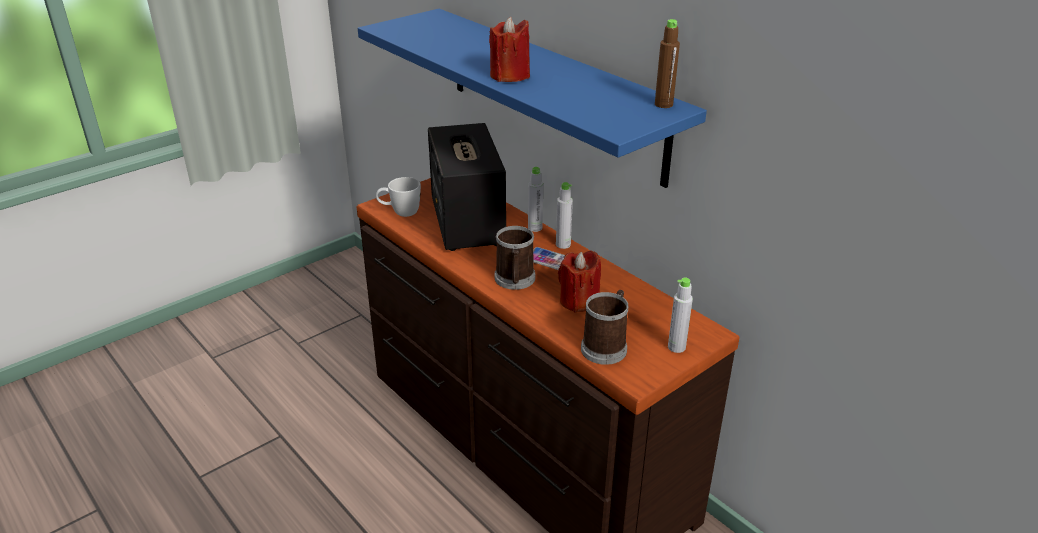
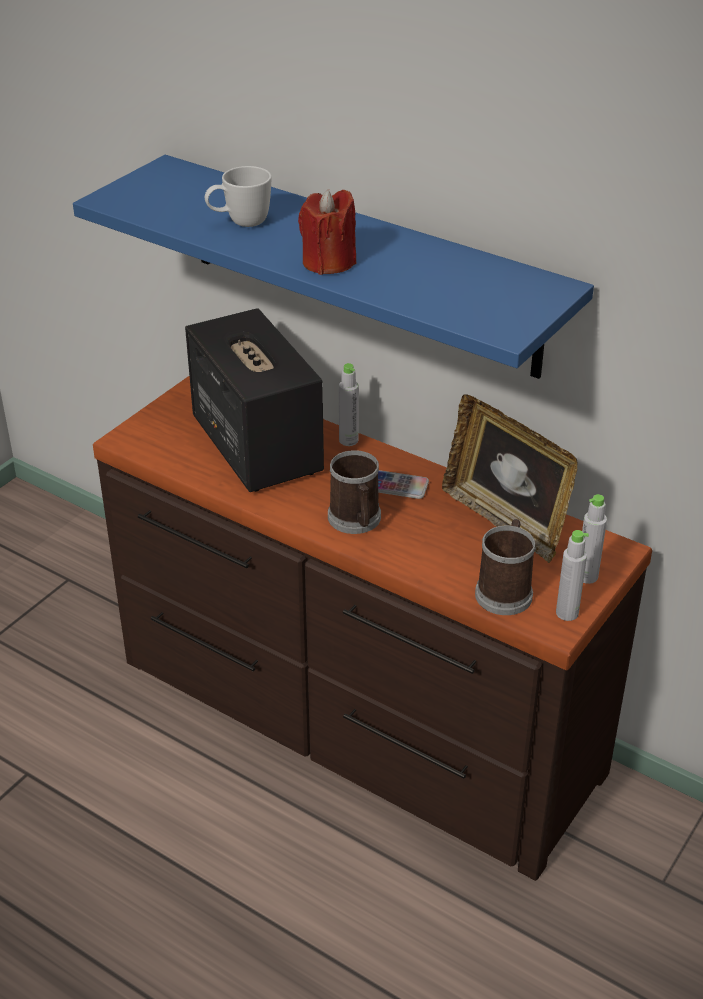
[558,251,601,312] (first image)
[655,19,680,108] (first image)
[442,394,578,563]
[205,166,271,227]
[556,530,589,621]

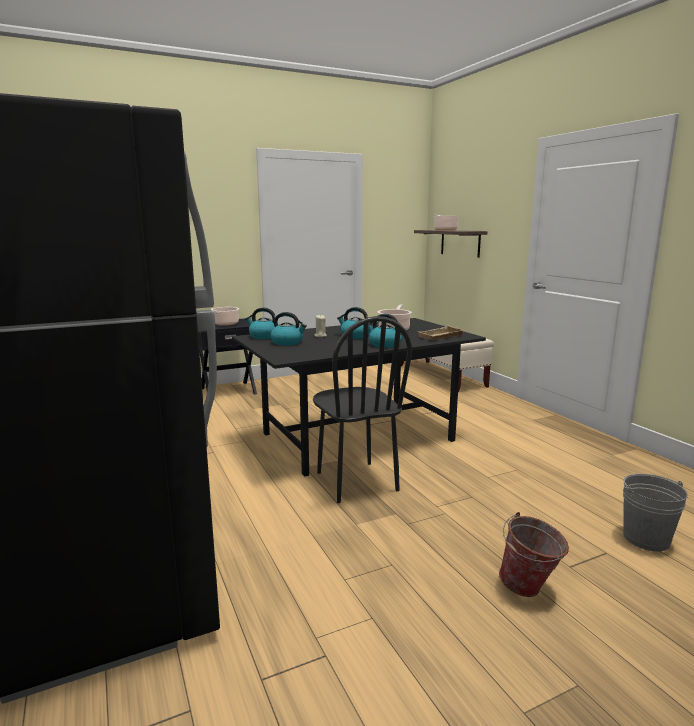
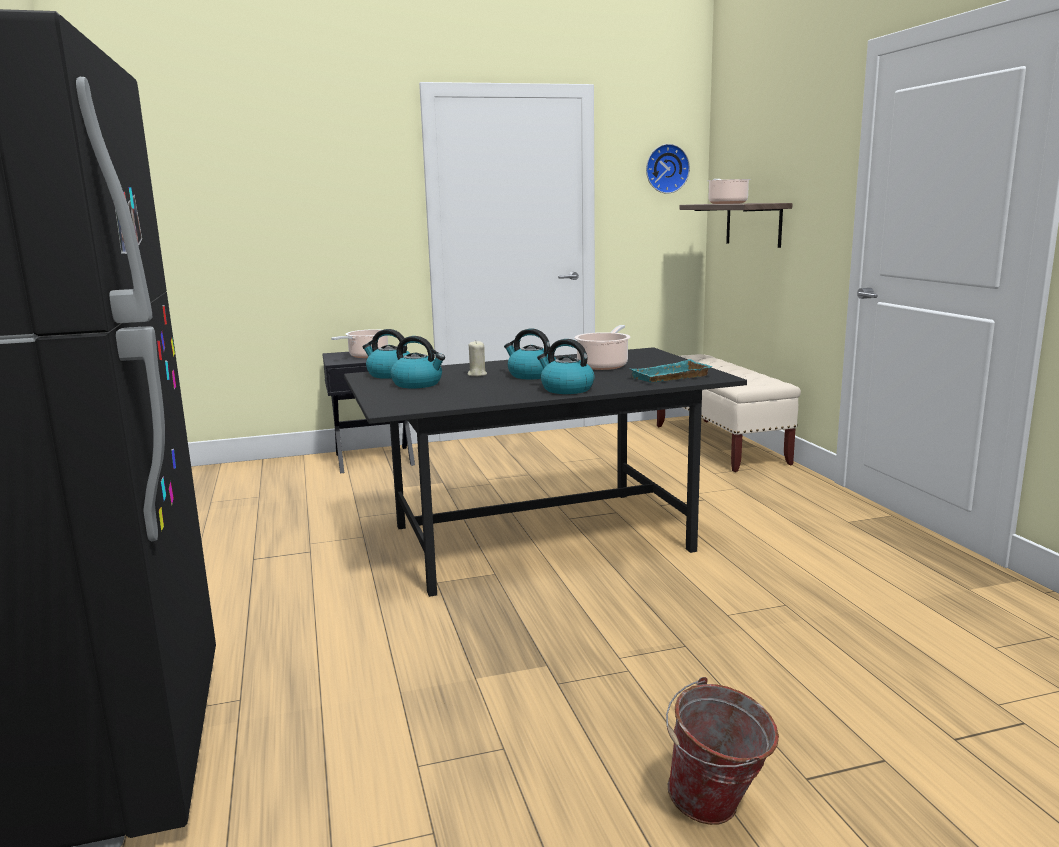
[313,316,412,503] (first image)
[623,474,688,551] (first image)
[646,144,690,194]
[631,359,713,383]

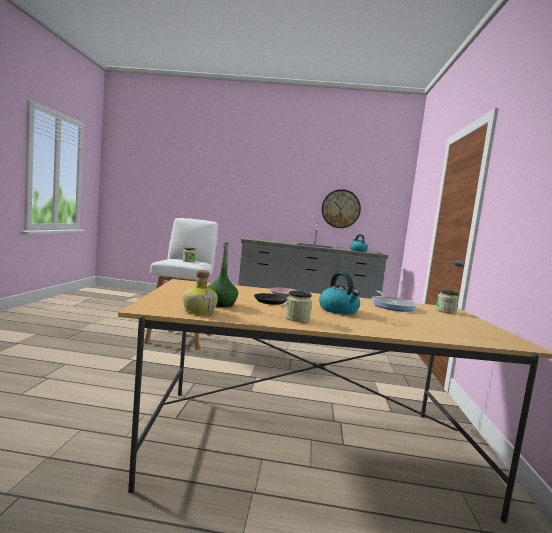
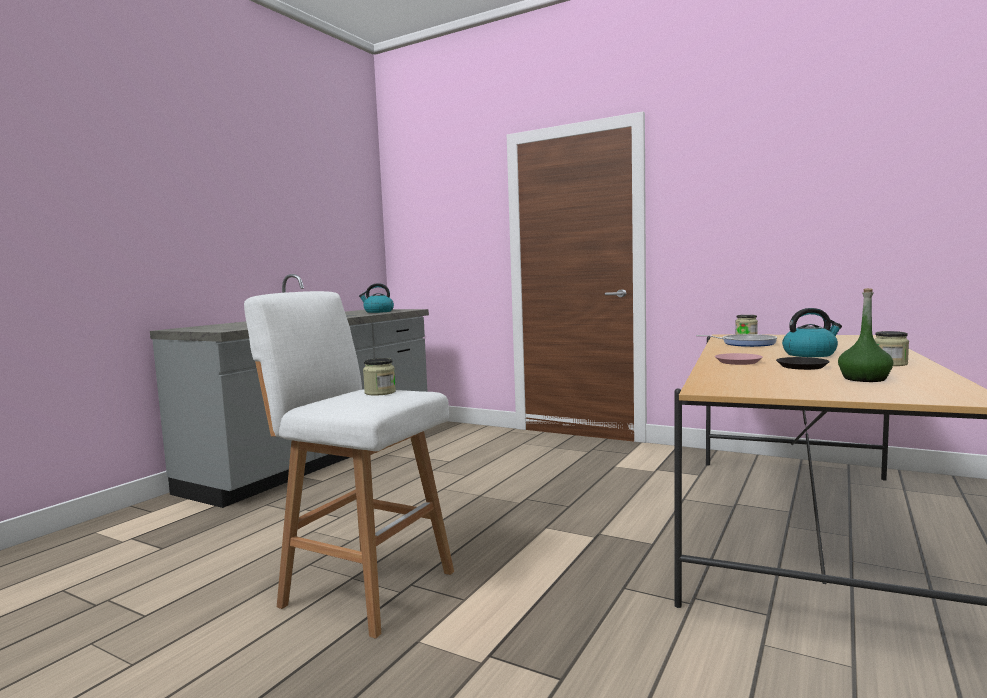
[183,270,218,315] (first image)
[322,189,361,228] (first image)

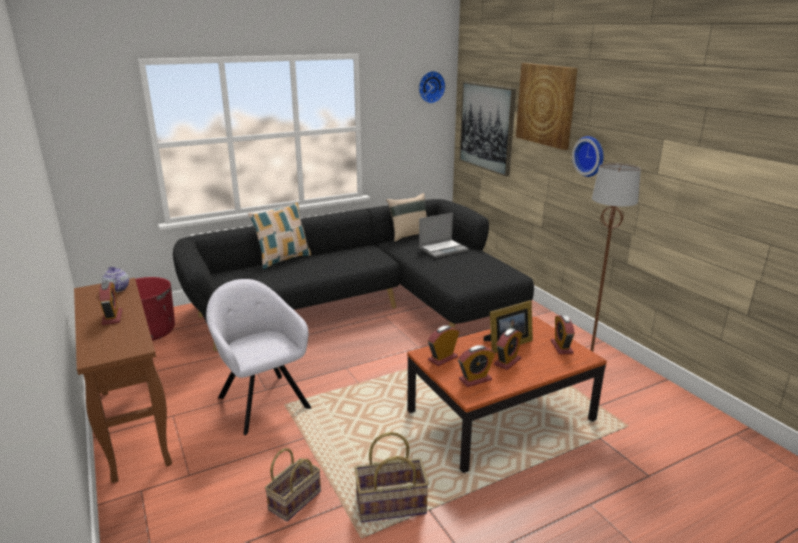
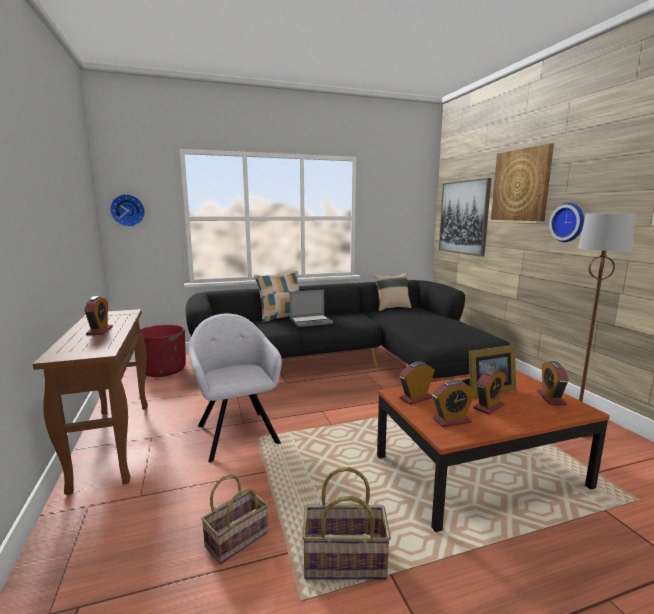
[102,267,129,292] (first image)
[110,194,145,227]
[290,290,333,327]

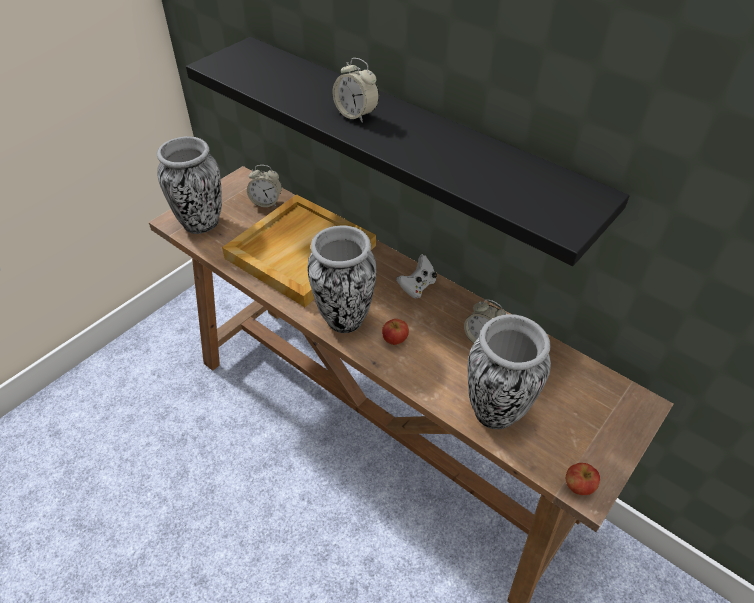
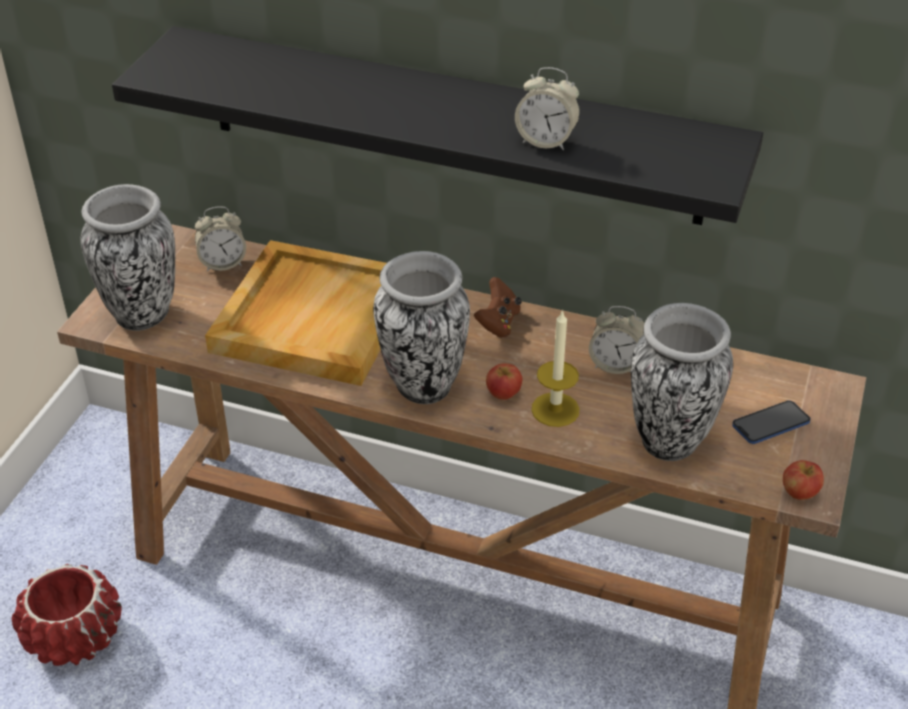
[12,564,122,666]
[531,309,580,427]
[732,401,811,444]
[515,67,580,151]
[474,277,522,338]

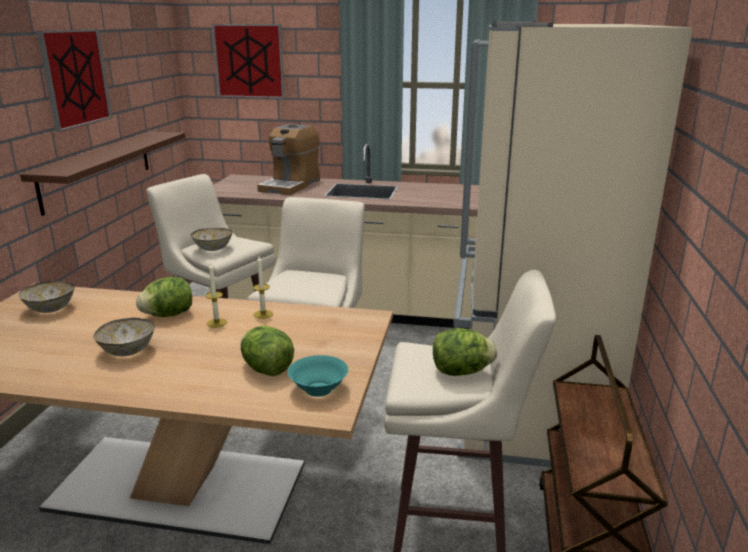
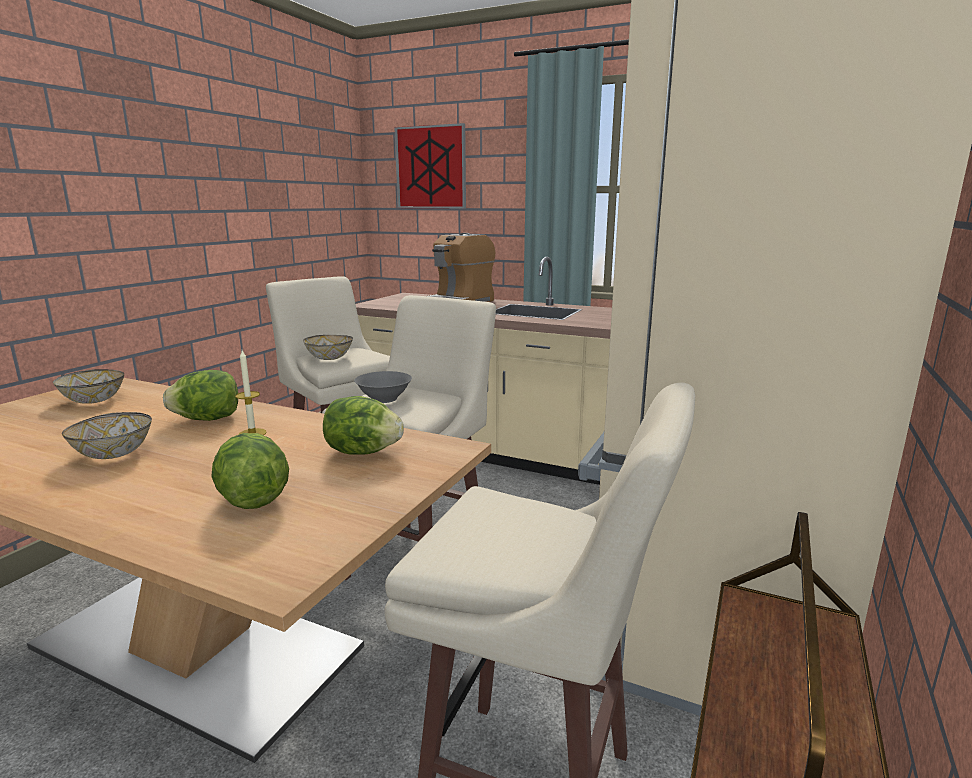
[20,131,185,216] (first image)
[37,29,112,132] (first image)
[253,256,273,319] (first image)
[288,355,348,397] (first image)
[354,371,412,403]
[323,396,404,455]

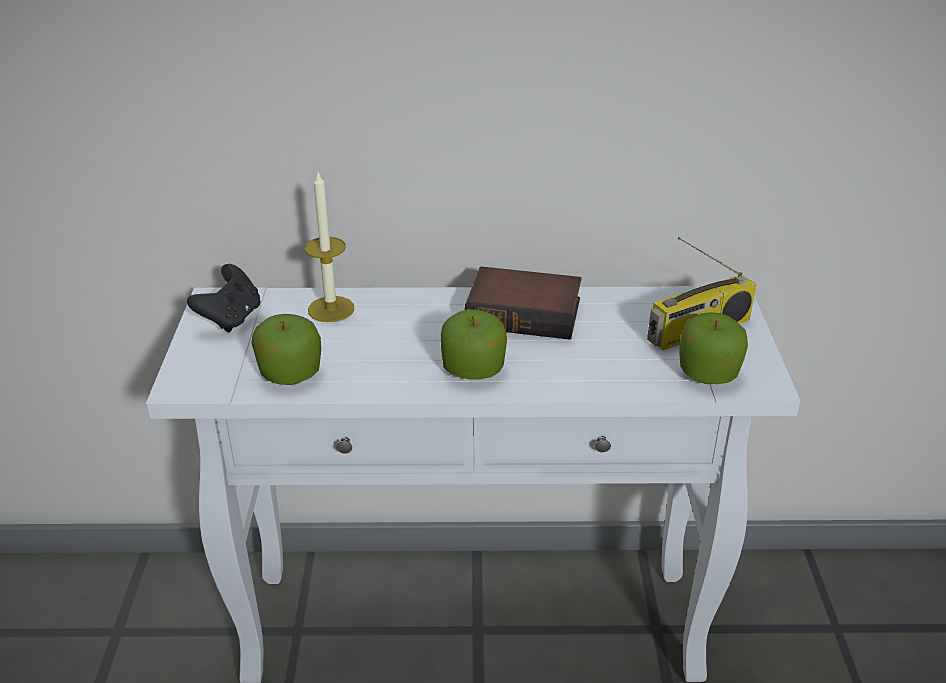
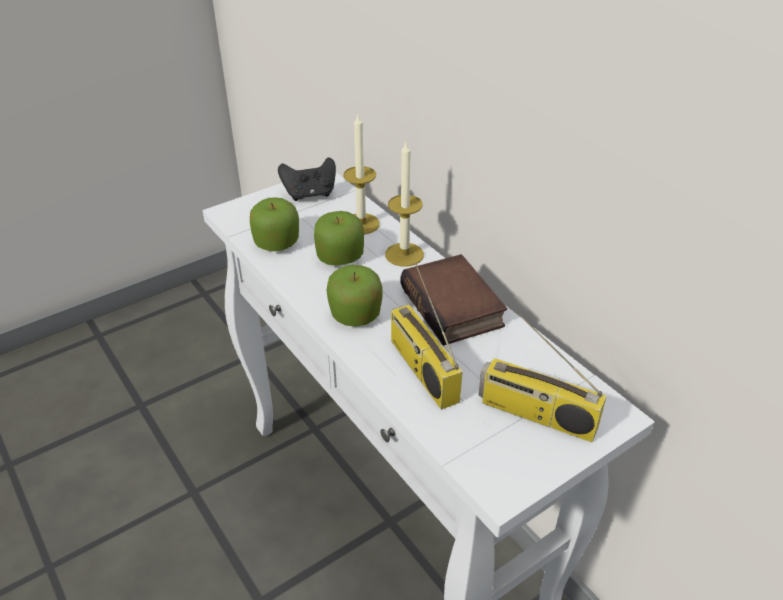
[385,142,424,267]
[391,263,463,410]
[314,211,364,266]

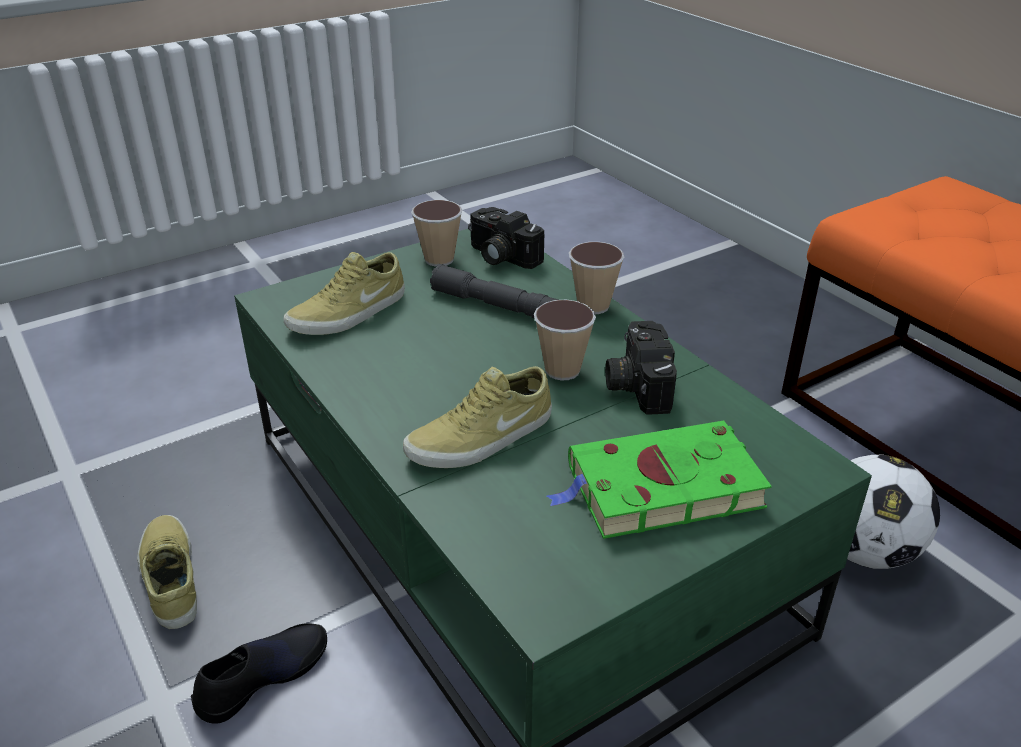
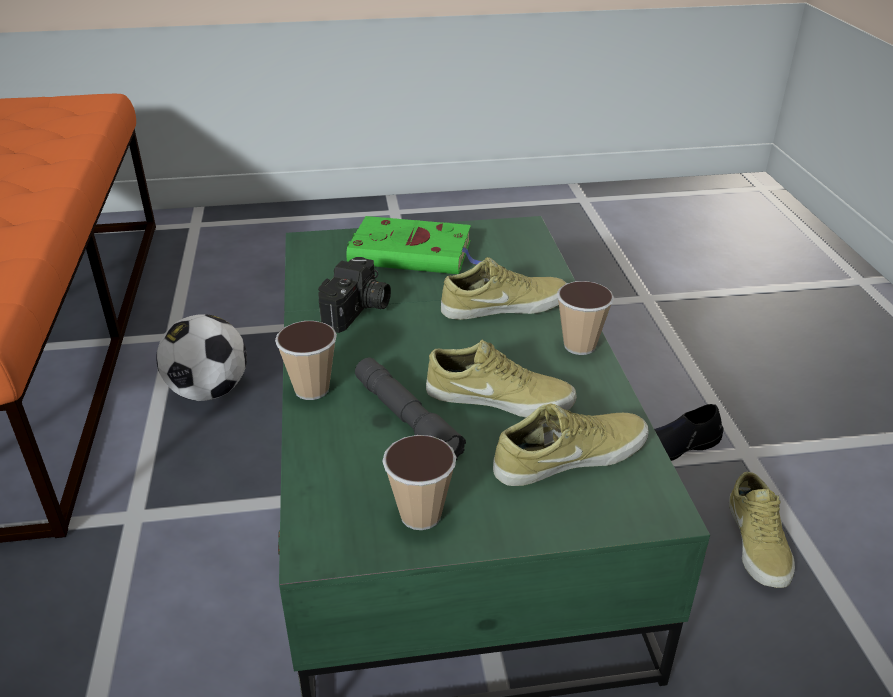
[468,207,545,269] (first image)
[426,339,577,417]
[557,281,614,355]

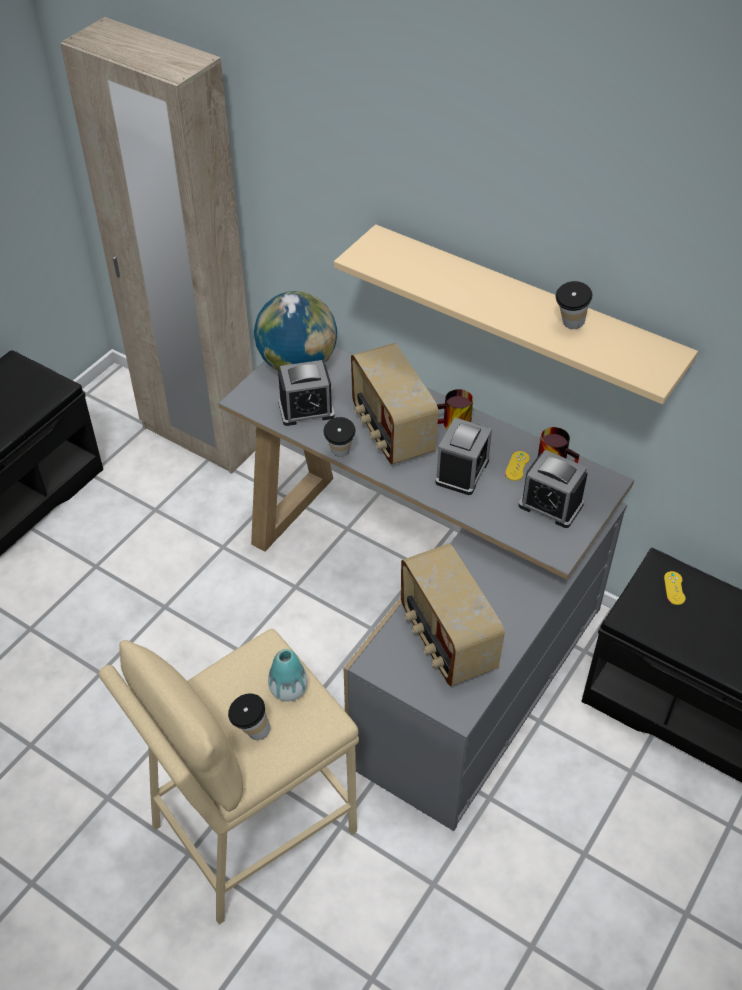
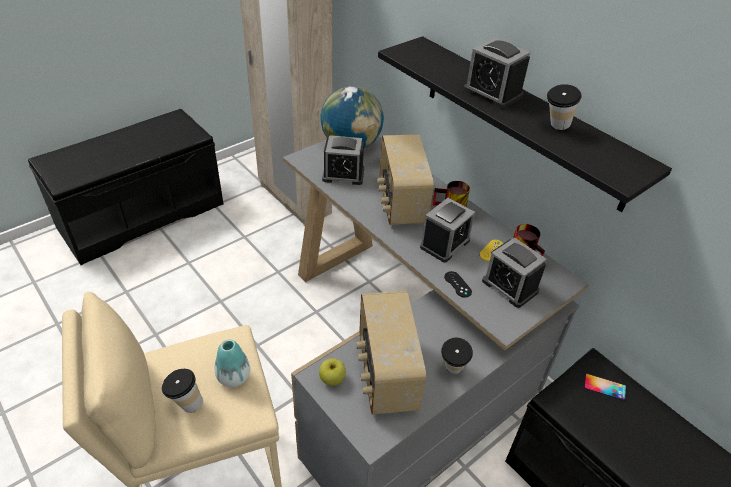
[319,358,346,386]
[444,271,472,298]
[463,38,530,109]
[441,338,473,374]
[584,373,626,400]
[378,36,672,212]

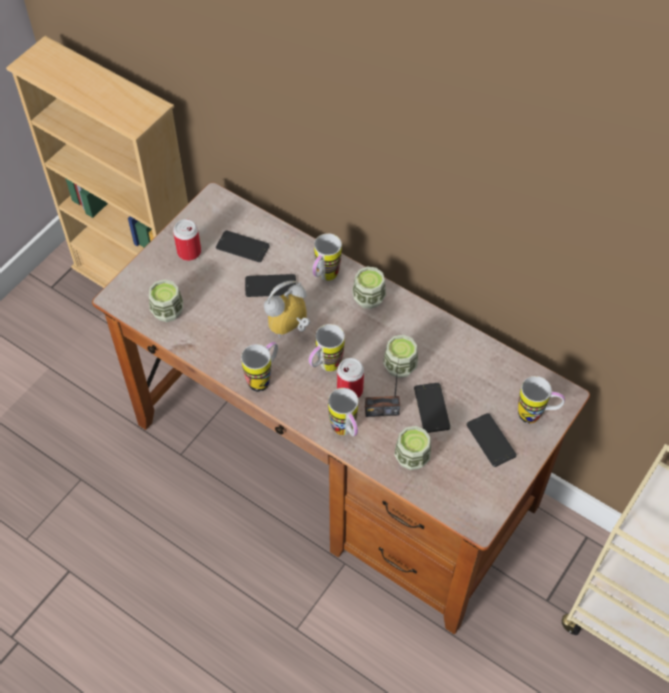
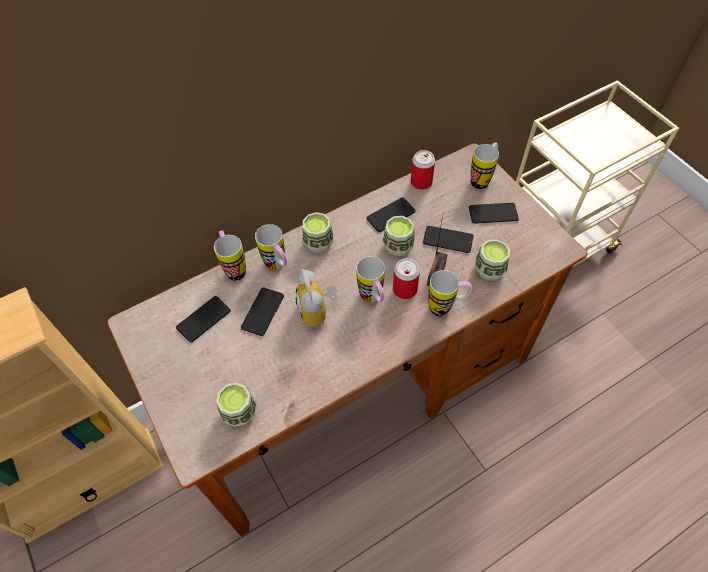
[366,197,416,232]
[411,150,435,190]
[214,231,246,281]

